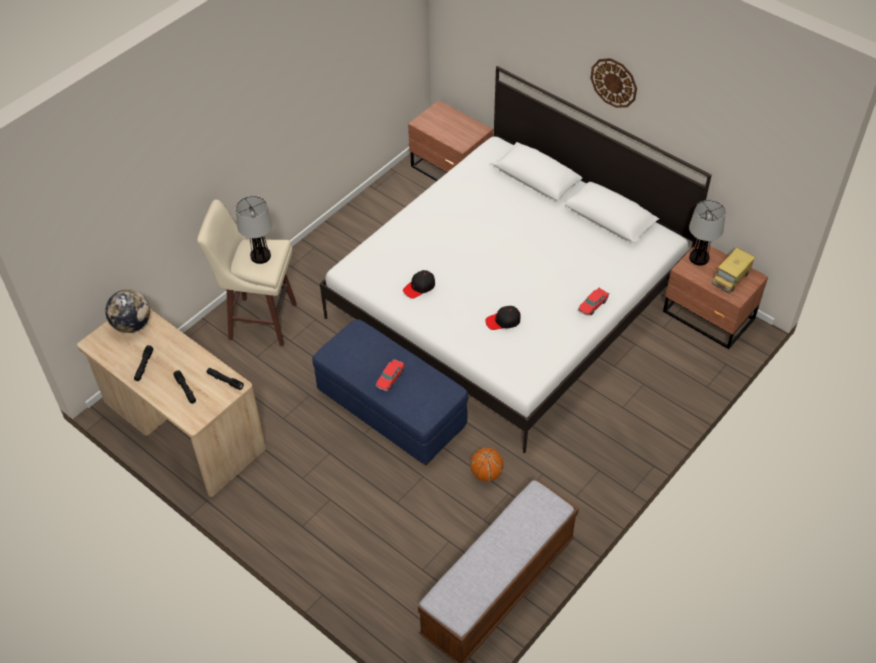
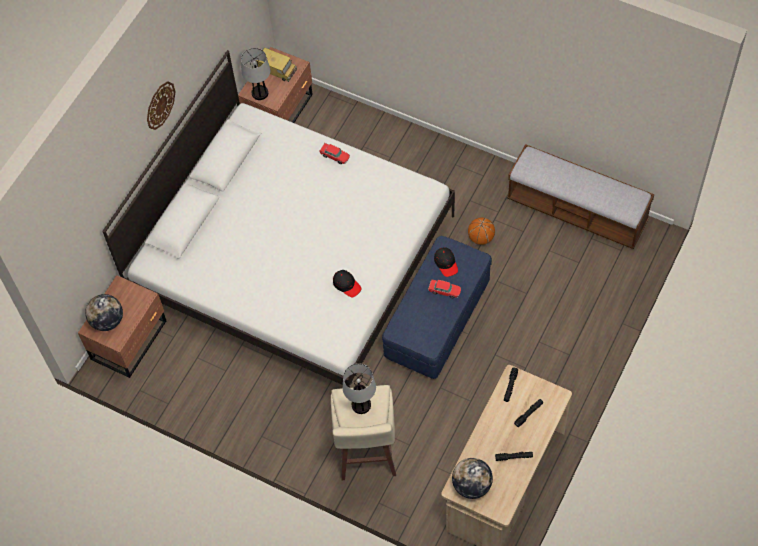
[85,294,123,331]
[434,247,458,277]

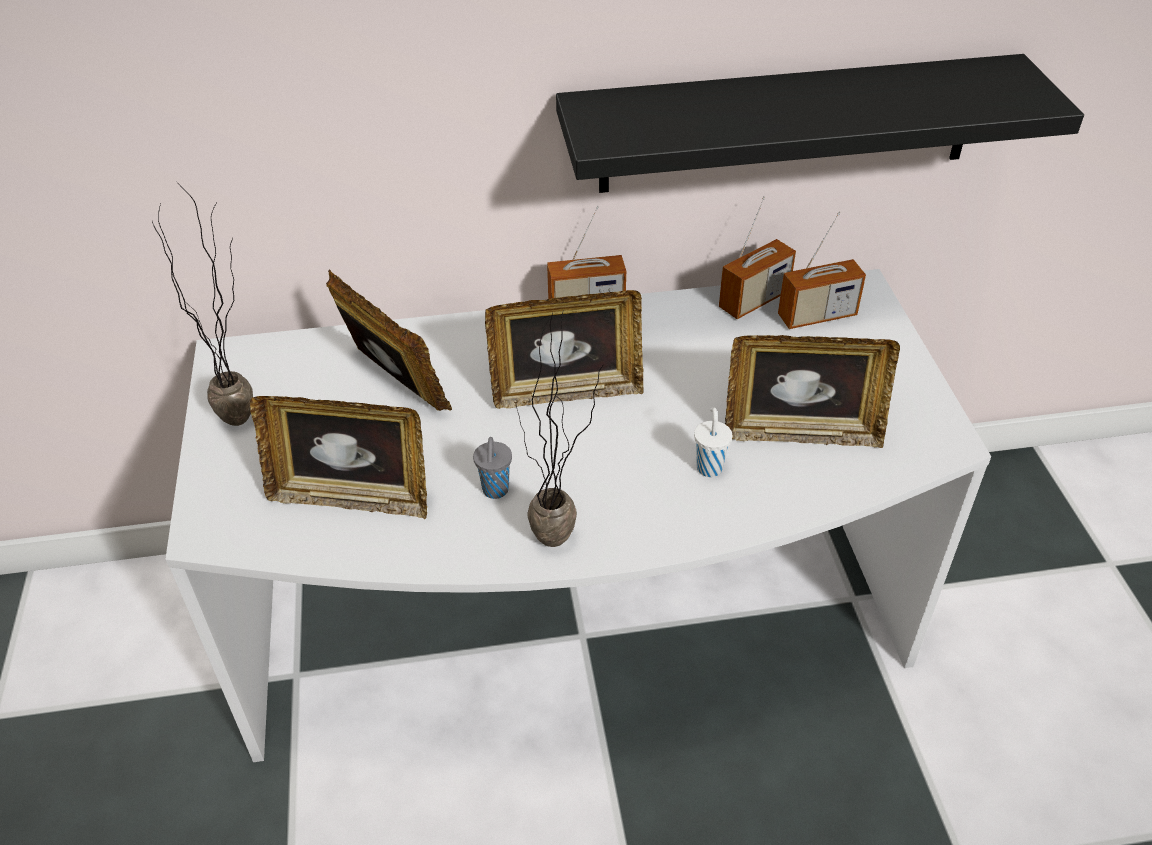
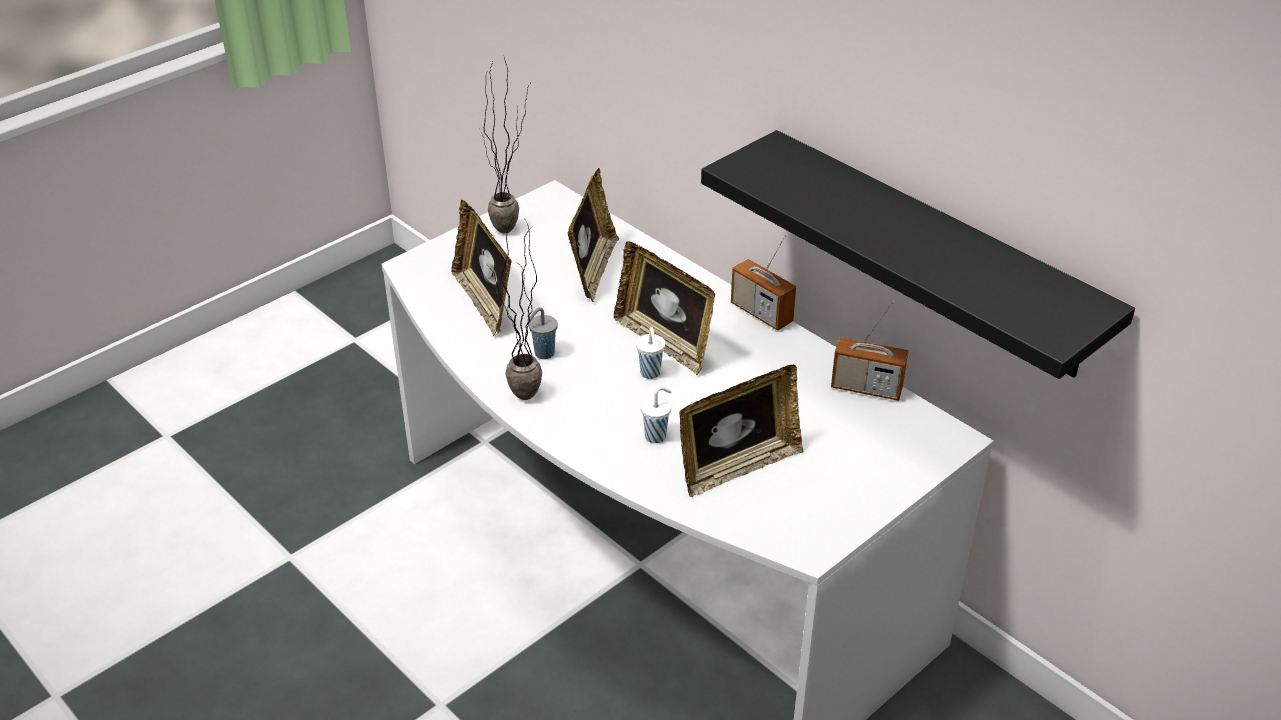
[778,212,866,329] (first image)
[636,327,665,379]
[679,365,803,497]

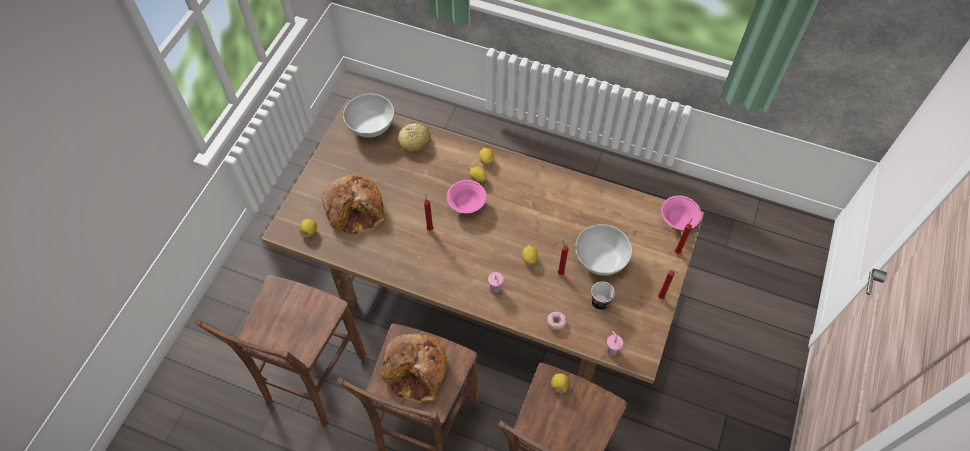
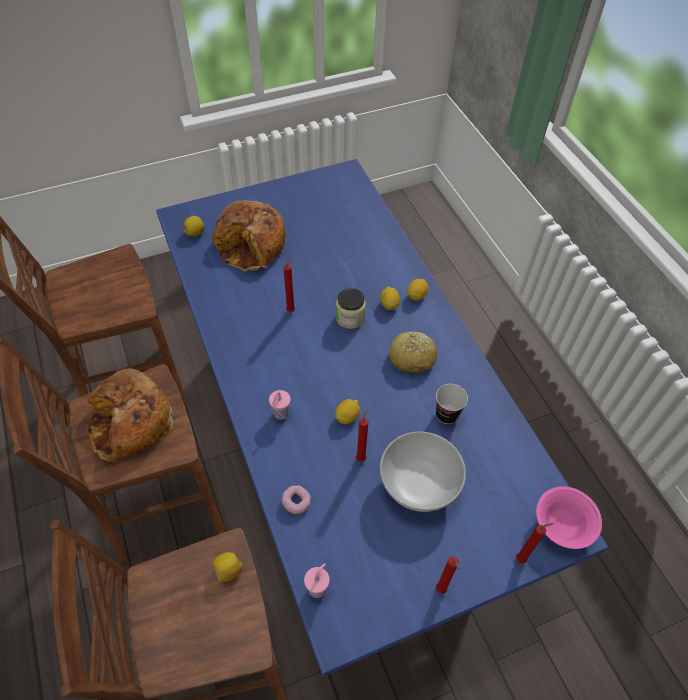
[343,94,394,138] (first image)
[389,331,437,373]
[436,384,468,424]
[336,288,366,329]
[156,159,608,676]

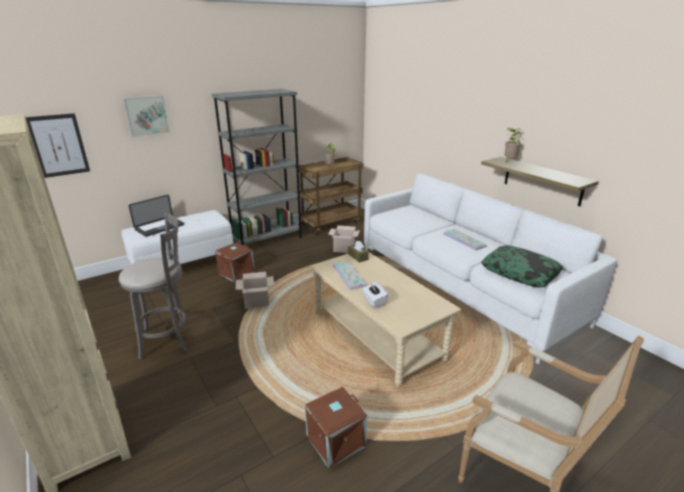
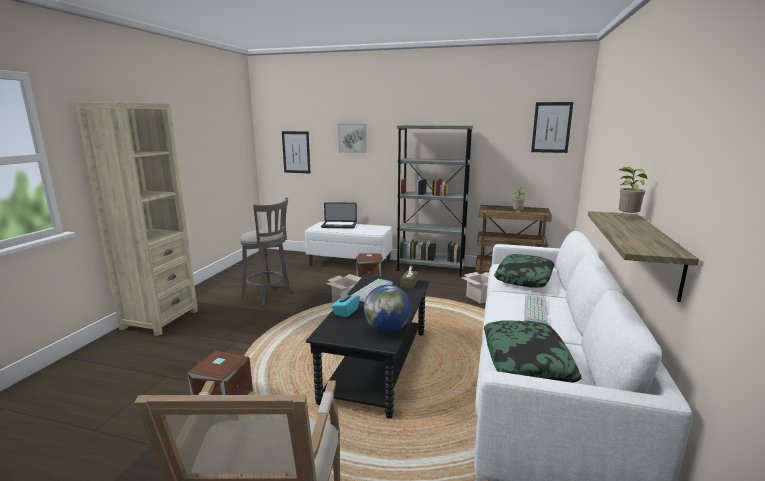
[364,285,411,333]
[494,254,554,288]
[531,102,573,153]
[306,275,430,418]
[332,290,360,318]

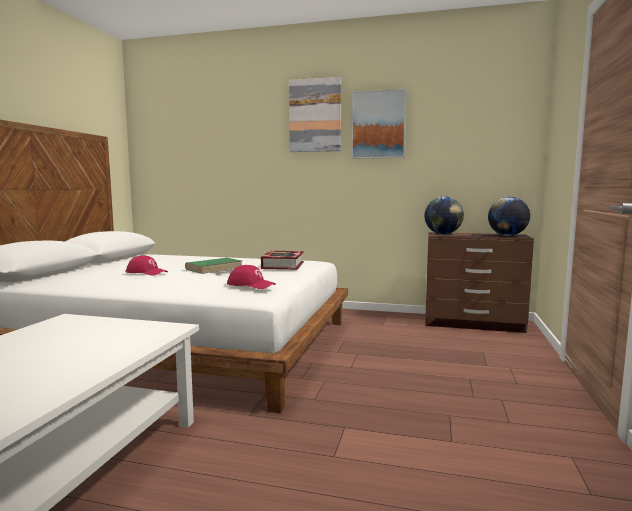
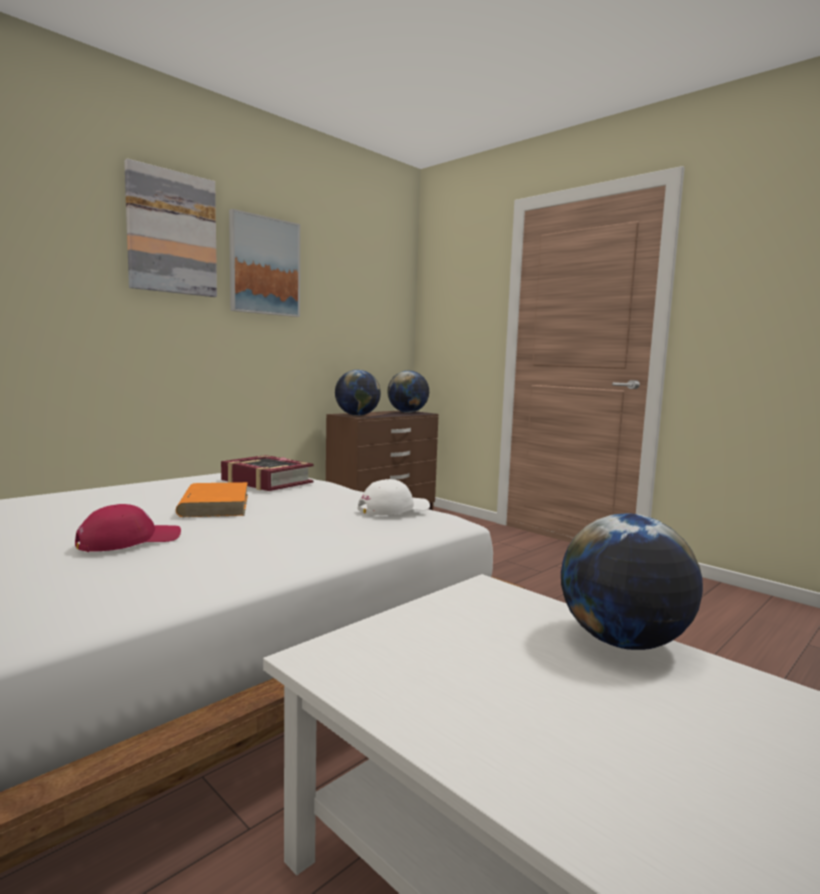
[561,513,703,650]
[176,482,248,517]
[357,479,430,515]

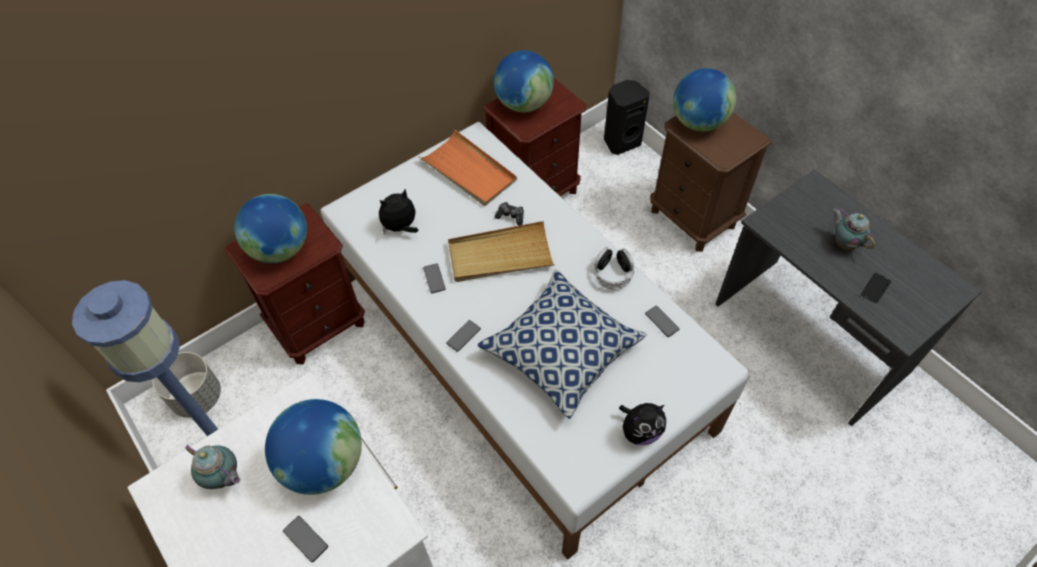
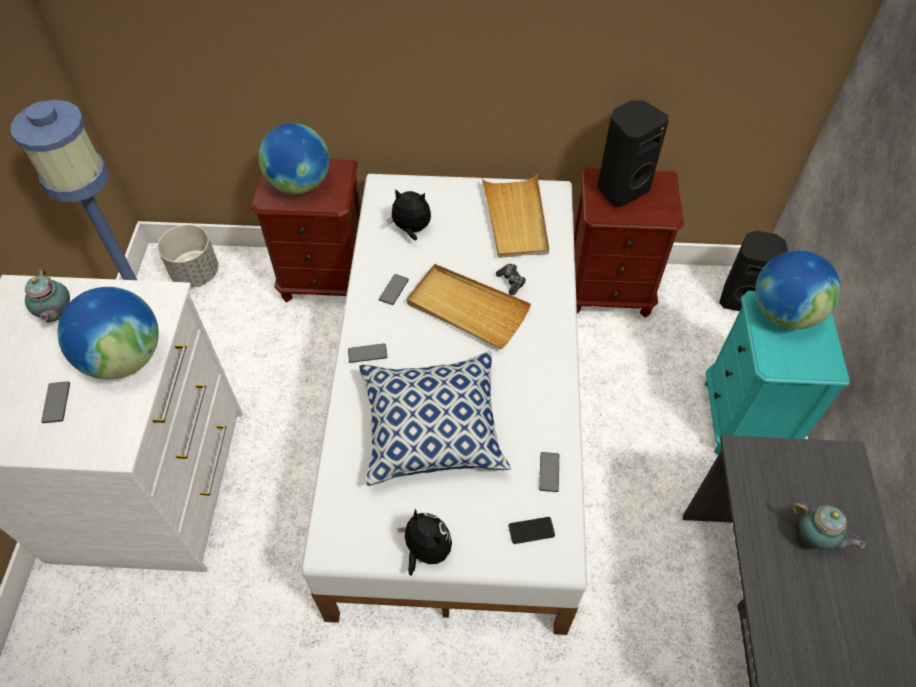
[594,247,634,290] (first image)
[509,517,555,544]
[597,101,669,207]
[482,174,549,258]
[704,291,850,455]
[397,509,452,575]
[791,501,865,550]

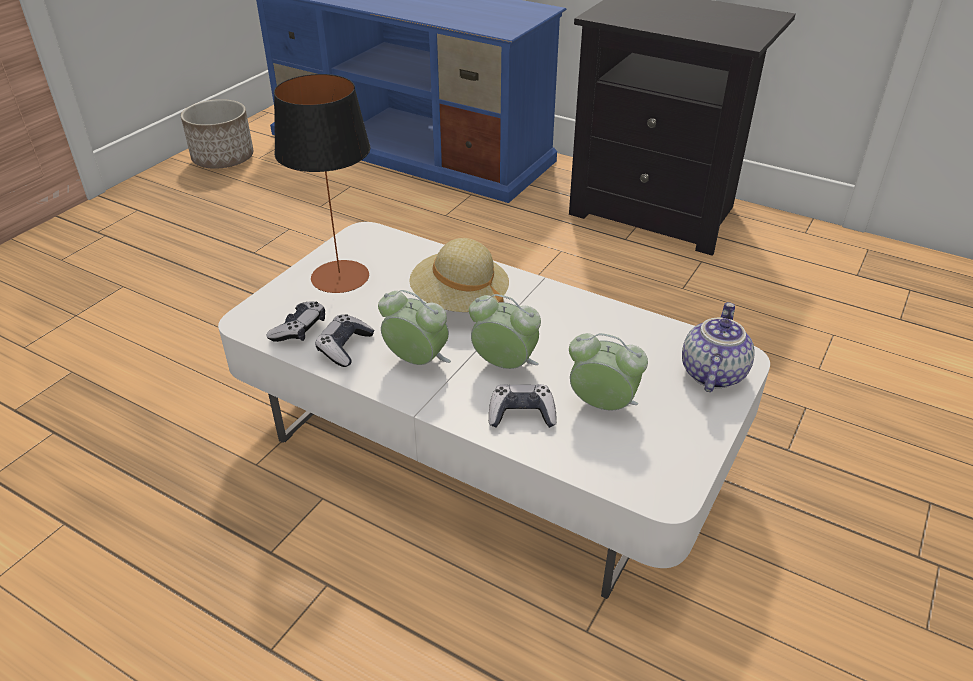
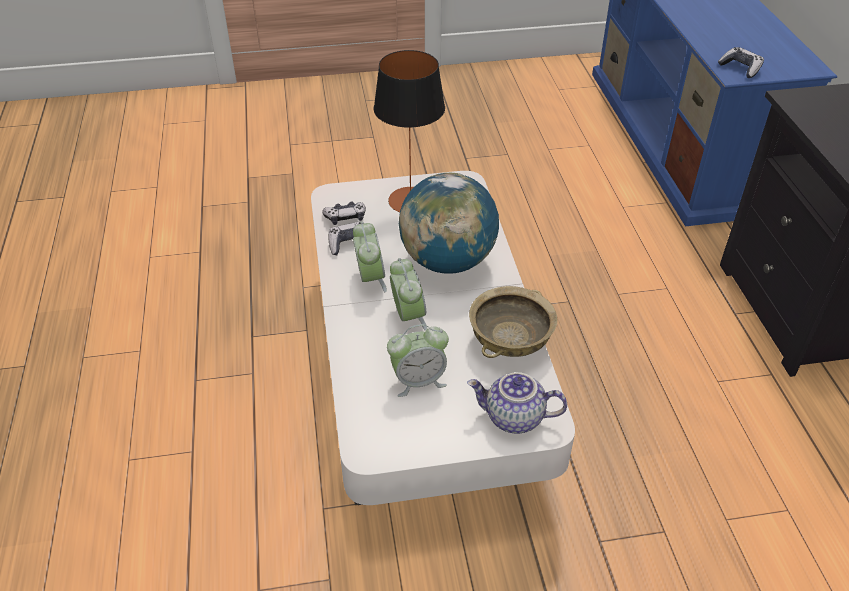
[181,99,253,169] (first image)
[469,286,557,358]
[718,47,764,78]
[399,173,499,274]
[387,324,449,397]
[467,372,567,433]

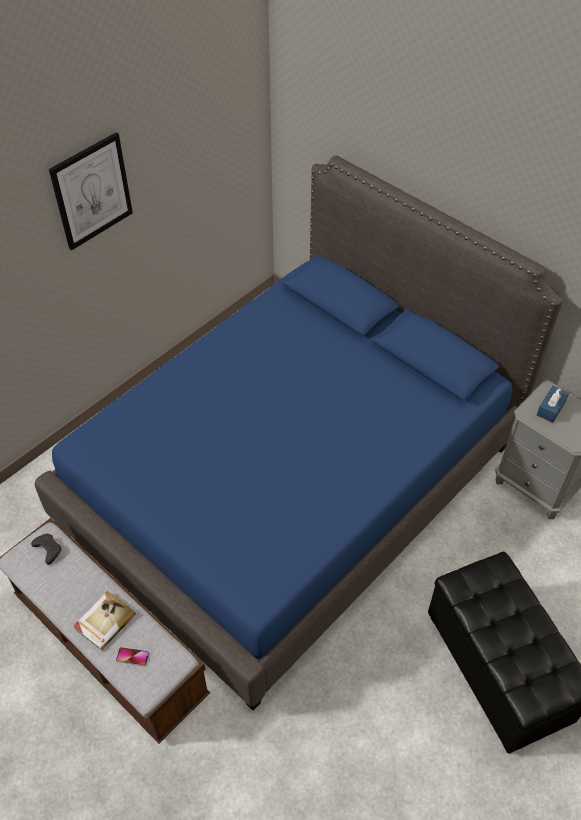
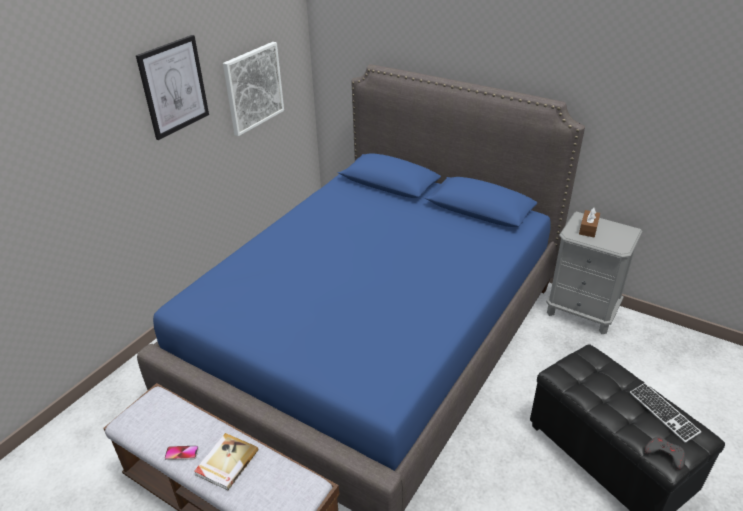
[223,42,284,136]
[630,383,701,443]
[644,437,685,470]
[164,446,199,460]
[579,208,600,237]

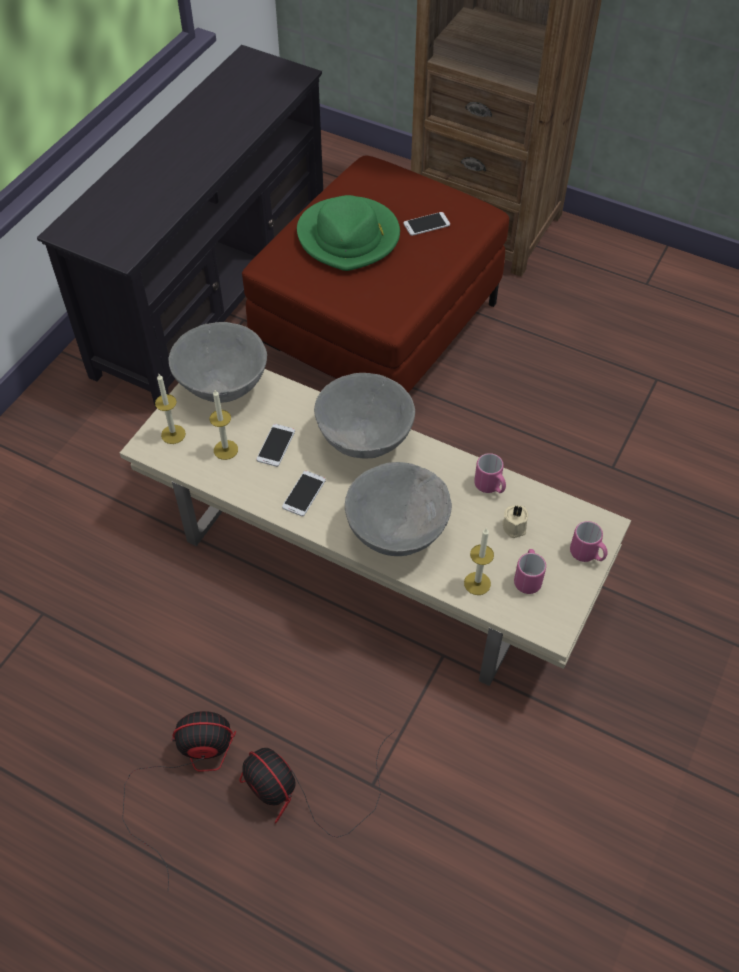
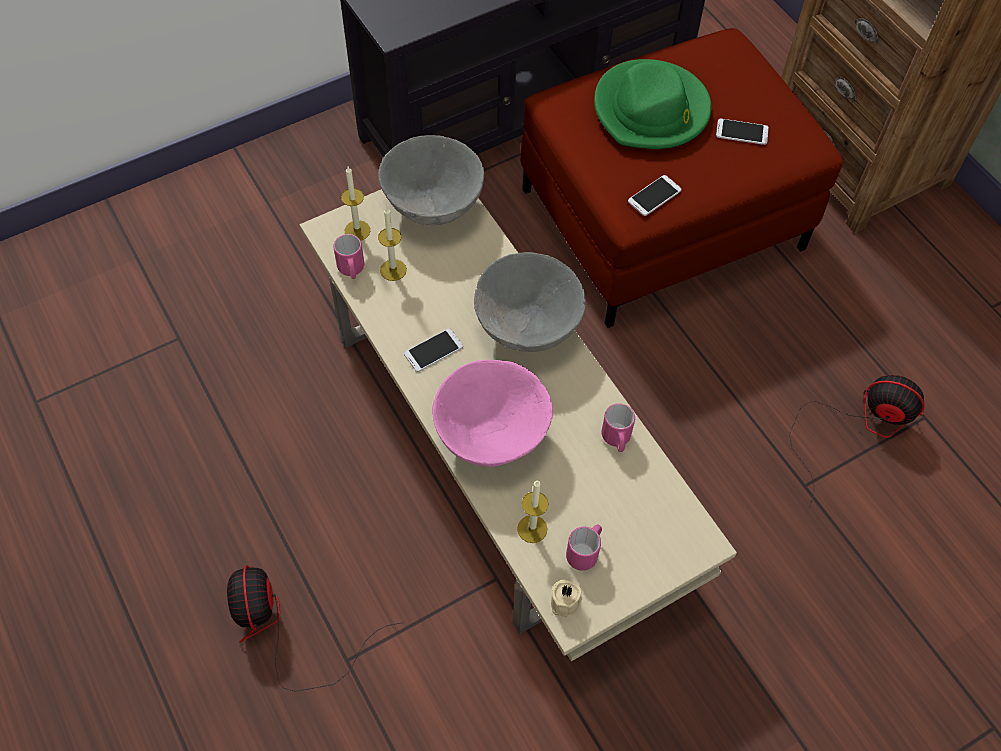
[789,375,925,509]
[628,175,682,216]
[551,580,582,618]
[333,234,364,279]
[432,360,553,467]

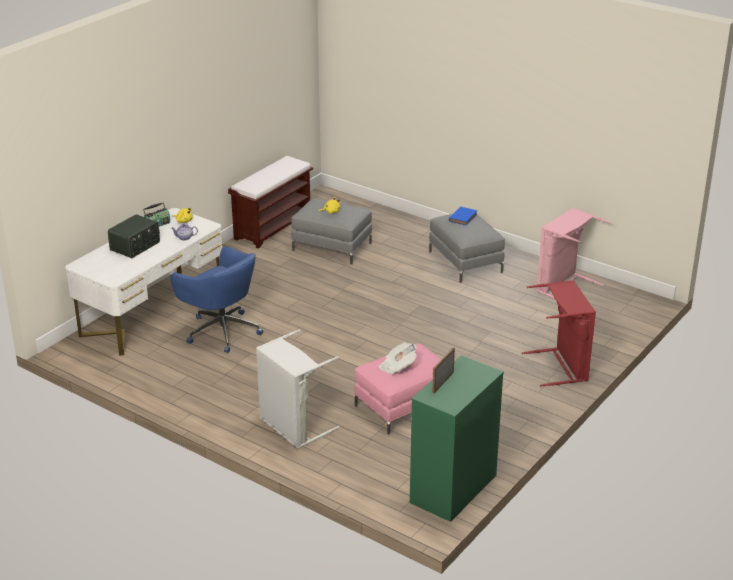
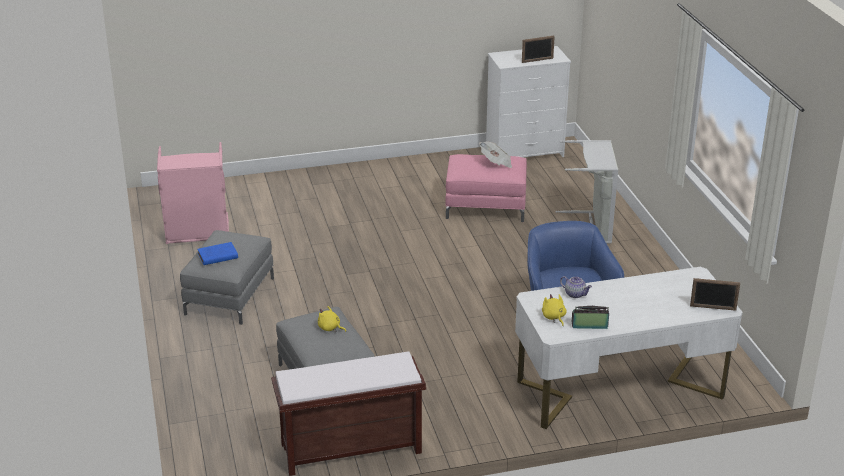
[108,214,160,258] (first image)
[522,280,596,386] (first image)
[690,278,740,311]
[486,46,571,157]

